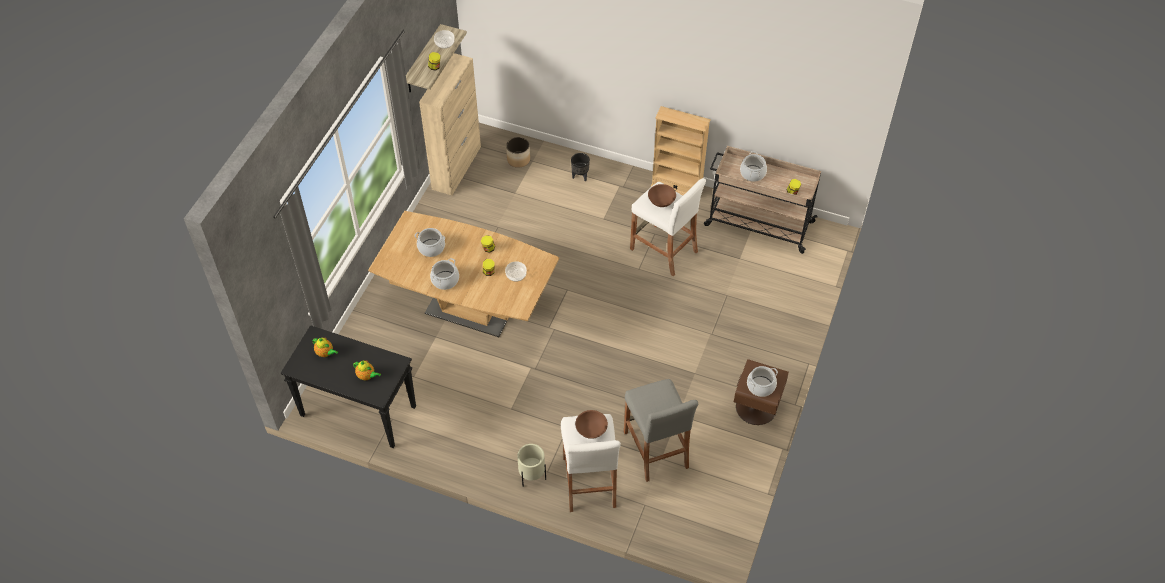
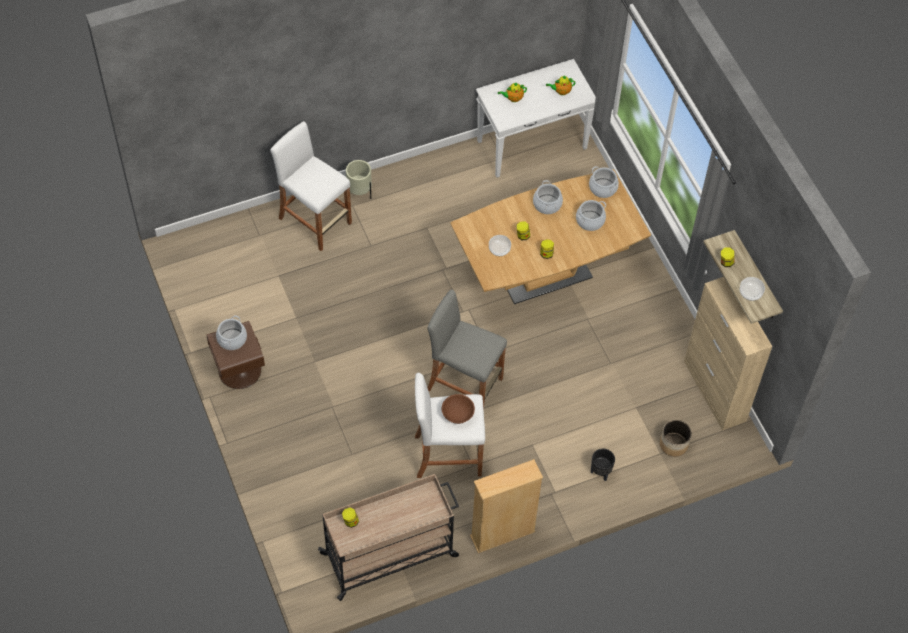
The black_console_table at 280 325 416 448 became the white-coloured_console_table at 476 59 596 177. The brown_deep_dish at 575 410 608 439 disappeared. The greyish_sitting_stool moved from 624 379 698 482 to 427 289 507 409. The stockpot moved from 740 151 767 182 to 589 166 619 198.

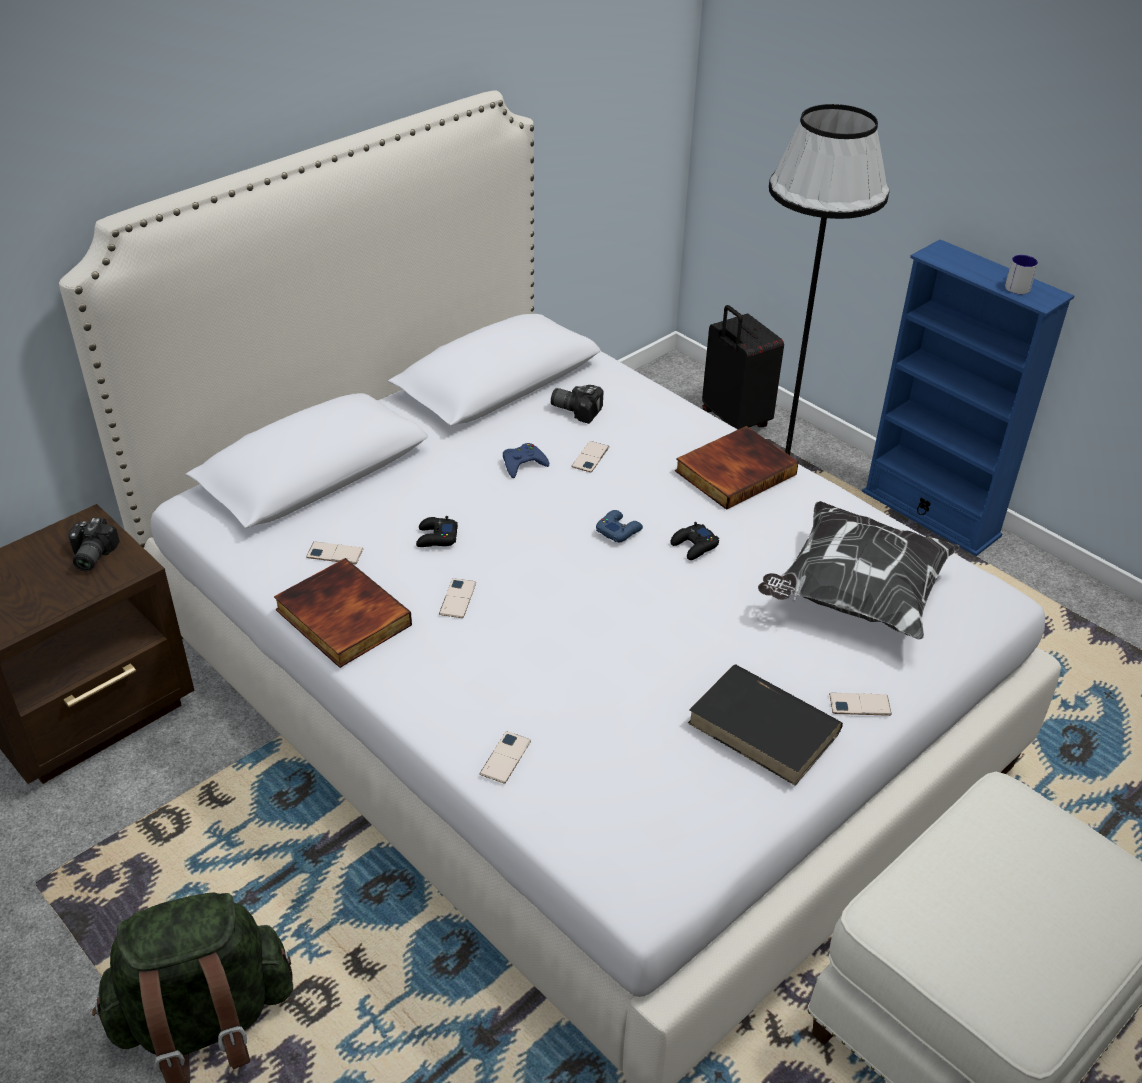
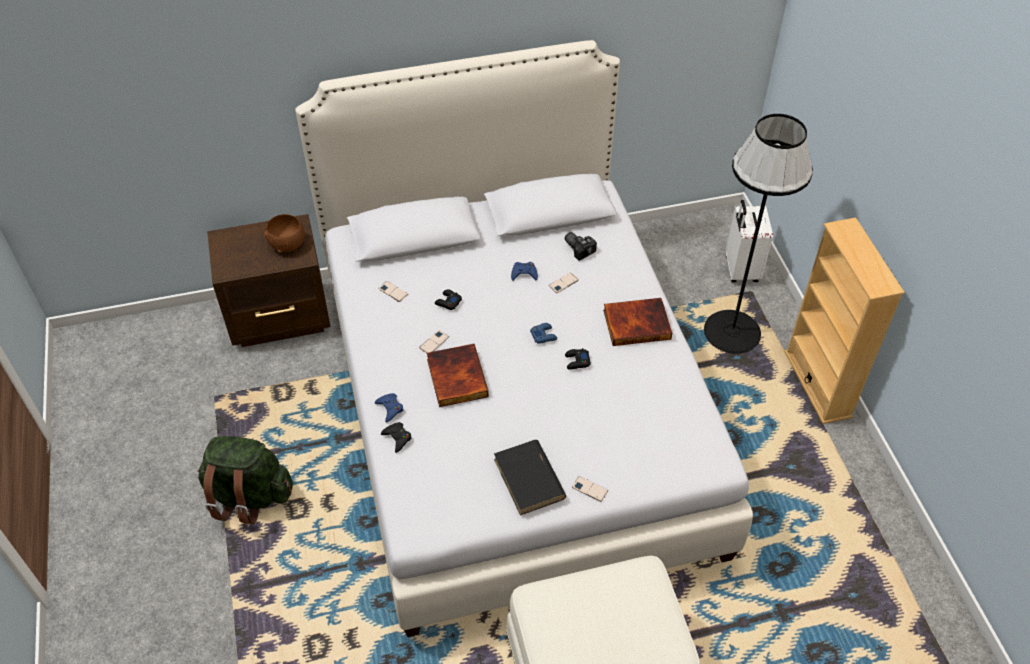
The still_camera at 68 517 120 571 was replaced by the brown_deep_dish at 264 214 305 253. The bound_book moved from 274 558 412 668 to 427 344 489 407. The phone at 480 731 531 784 was replaced by the black_joypad at 381 422 412 453. The black_piece_of_luggage at 702 305 784 429 became the white-coloured_piece_of_luggage at 726 200 773 283. The pillow at 758 501 960 640 disappeared. The blue_bookcase at 862 239 1074 556 became the beige_bookcase at 784 217 905 424. The tea_mug at 1005 255 1038 294 disappeared. The blue_joypad at 375 393 404 422 appeared.

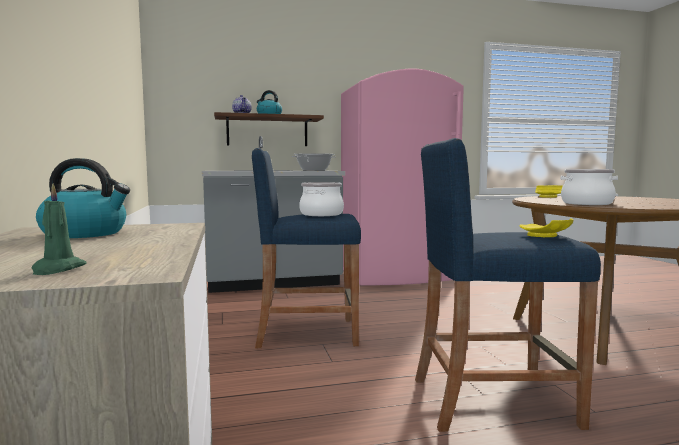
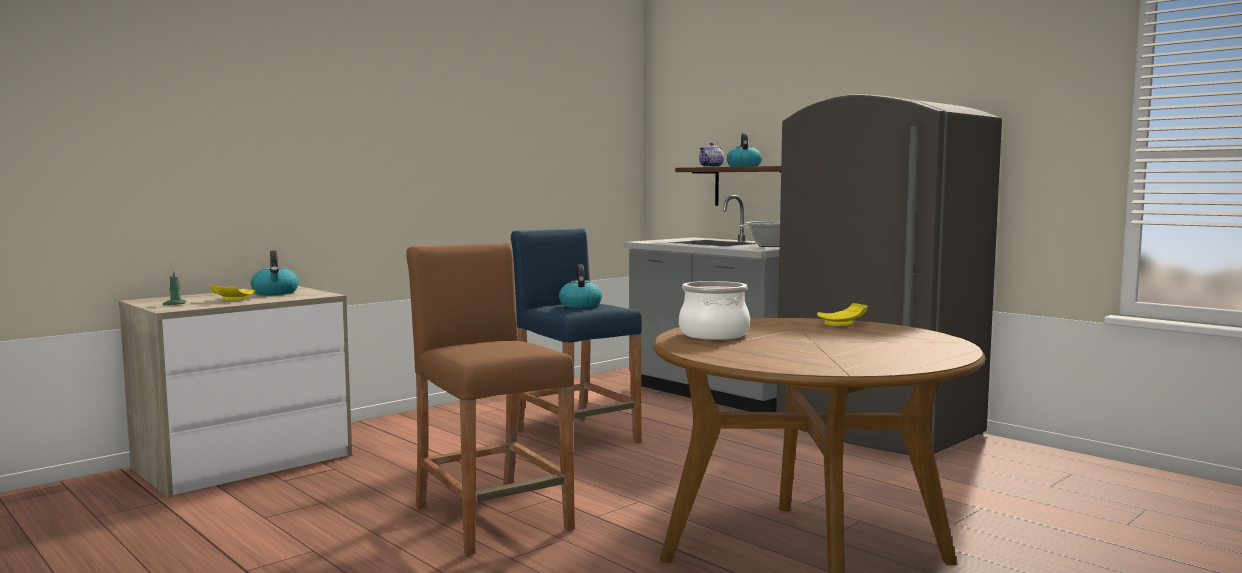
The stockpot at 299 182 344 216 was replaced by the tea_kettle at 559 265 602 308. The pink_fridge at 341 69 464 286 became the greyish_fridge at 776 94 1002 455. The blue_sitting_stool at 415 138 601 432 became the brown_sitting_stool at 406 243 575 556. The yellow-coloured_plate moved from 519 218 573 237 to 209 285 255 301.

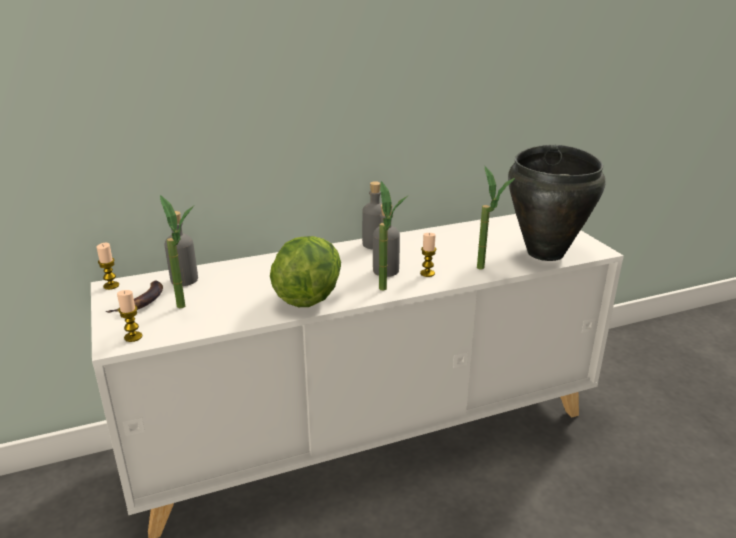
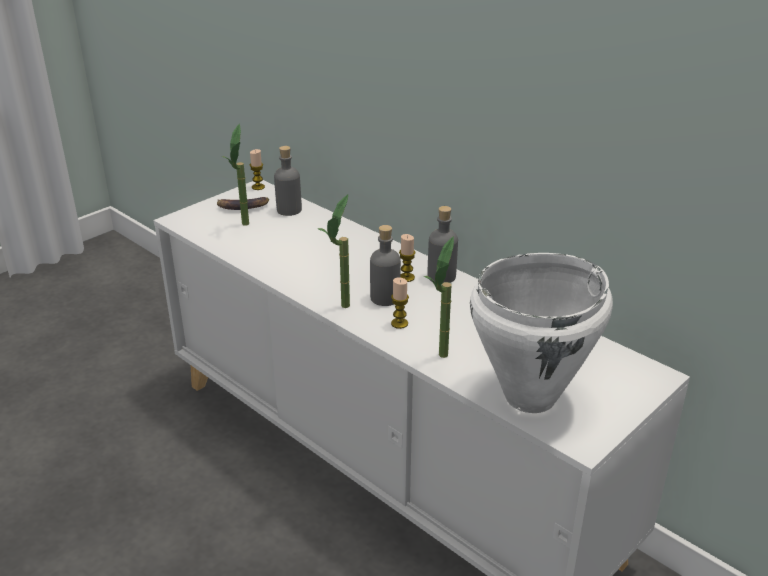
The wax_light moved from 117 290 142 342 to 399 234 415 282. The head_of_lettuce at 270 236 341 307 disappeared. The black_stockpot at 508 145 606 261 became the white-coloured_stockpot at 470 253 613 413.

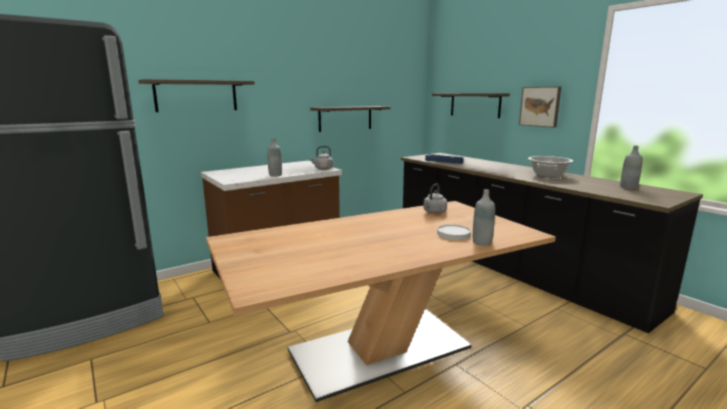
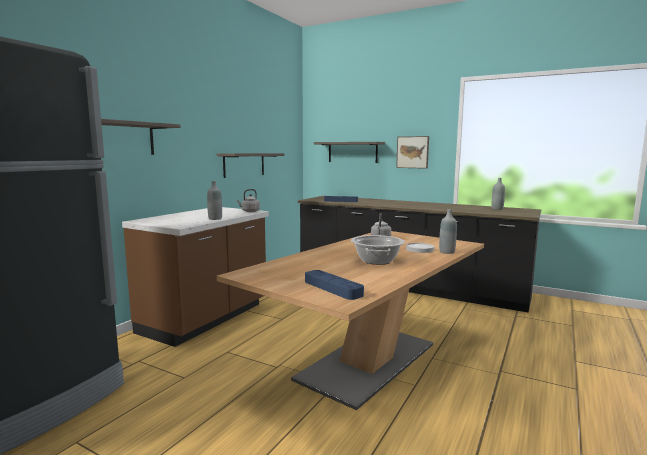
The stockpot moved from 528 156 573 178 to 351 235 405 265. The blue_serving_tray at 305 270 364 300 appeared.

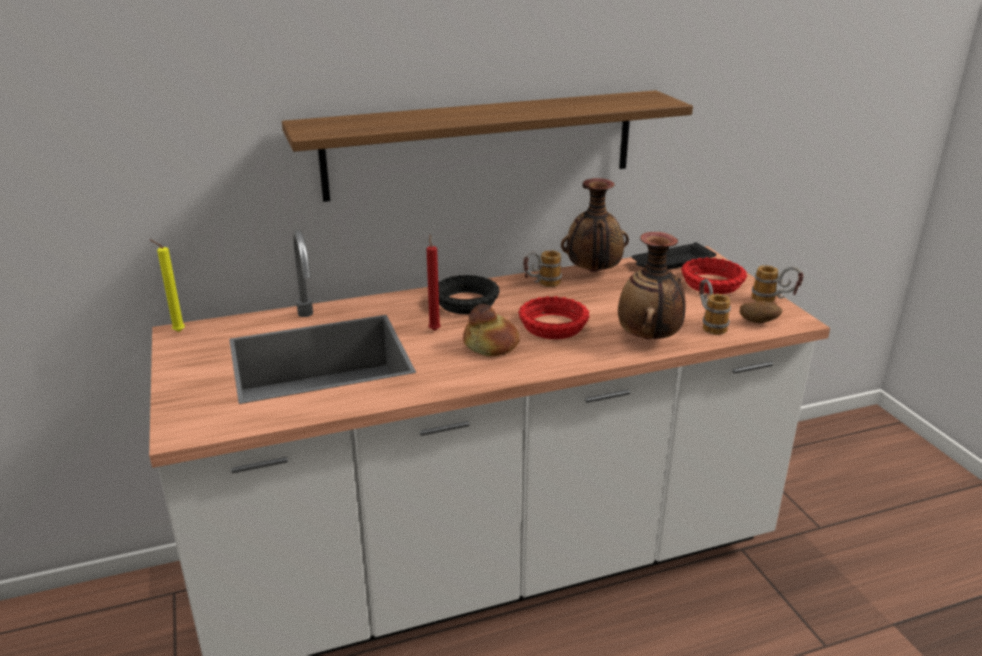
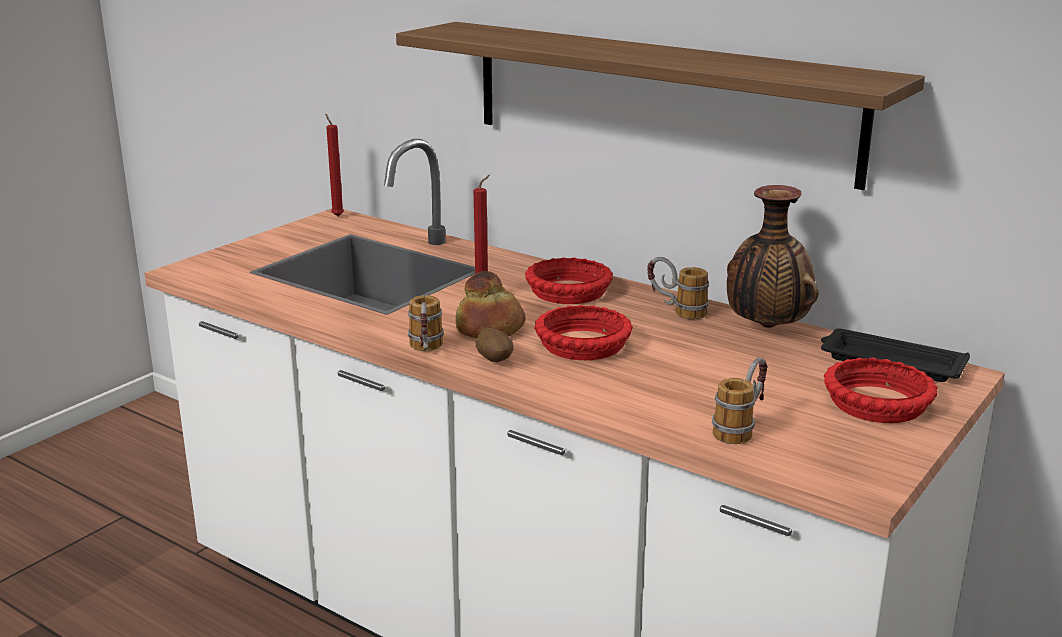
The yellow-coloured_wax_light at 149 239 185 332 became the red-coloured_wax_light at 325 114 344 216. The black_deep_dish at 438 275 500 314 became the red-coloured_deep_dish at 525 257 613 304. The decorative_vase at 618 232 686 340 disappeared. The spud moved from 740 301 782 323 to 476 327 514 362. The tea_mug moved from 751 265 804 302 to 408 295 444 351.

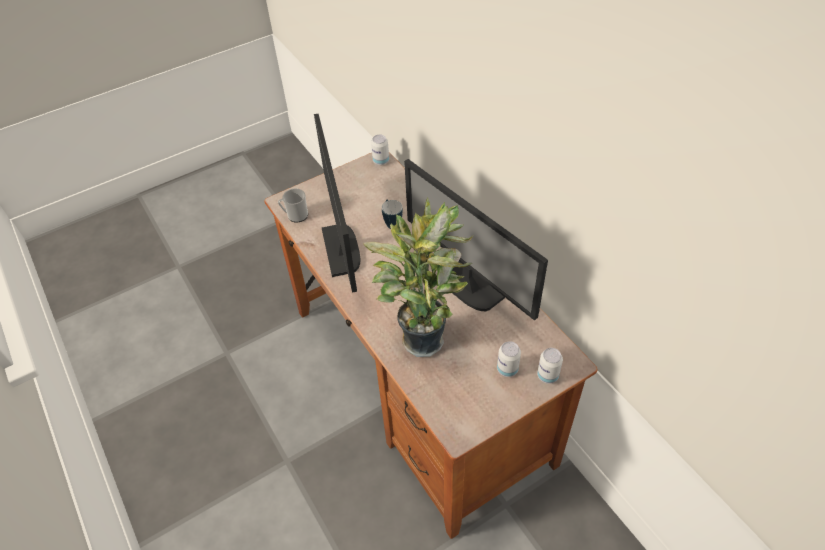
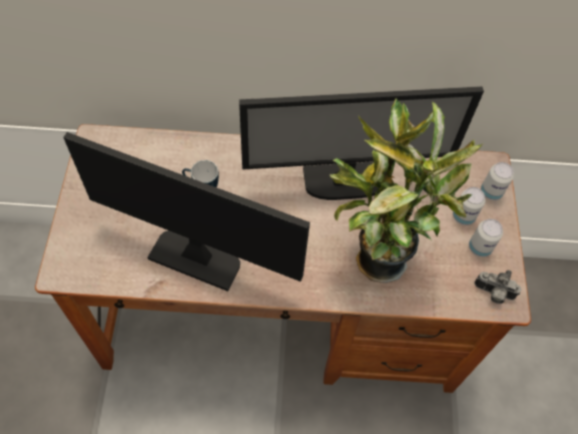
The tea_mug at 278 188 308 223 disappeared. The can moved from 371 135 389 165 to 469 219 503 257. The still_camera at 474 270 521 304 appeared.

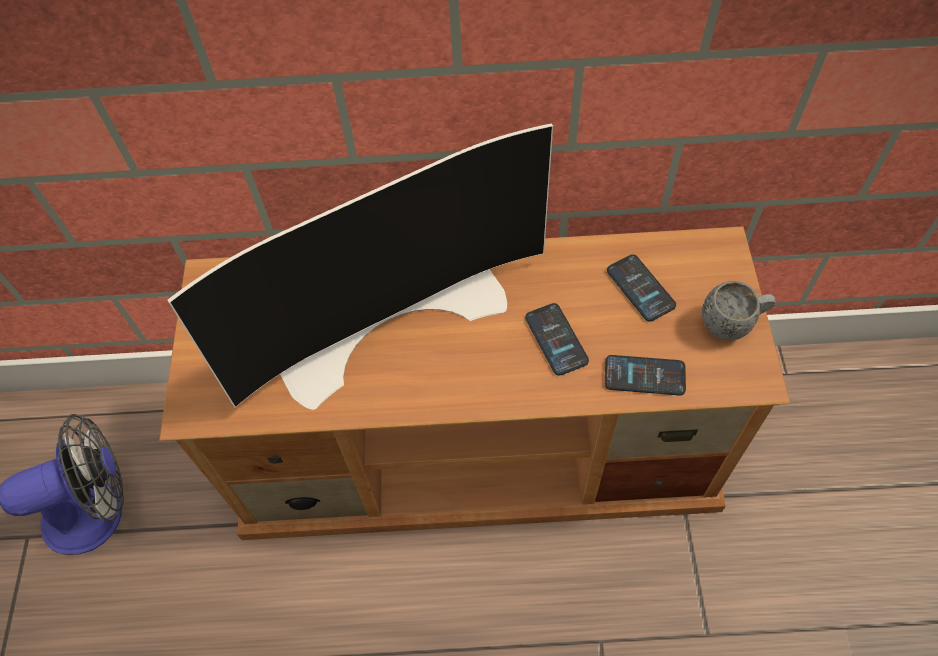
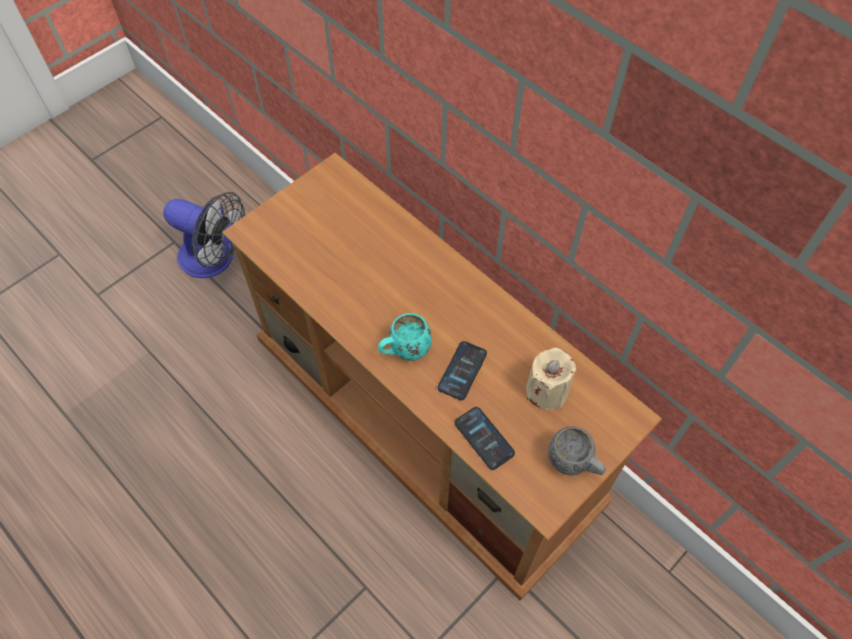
The television at 168 124 553 410 disappeared. The phone at 607 254 676 322 was replaced by the beige_wax_light at 526 348 577 410. The turquoise-coloured_tea_mug at 378 313 432 361 appeared.

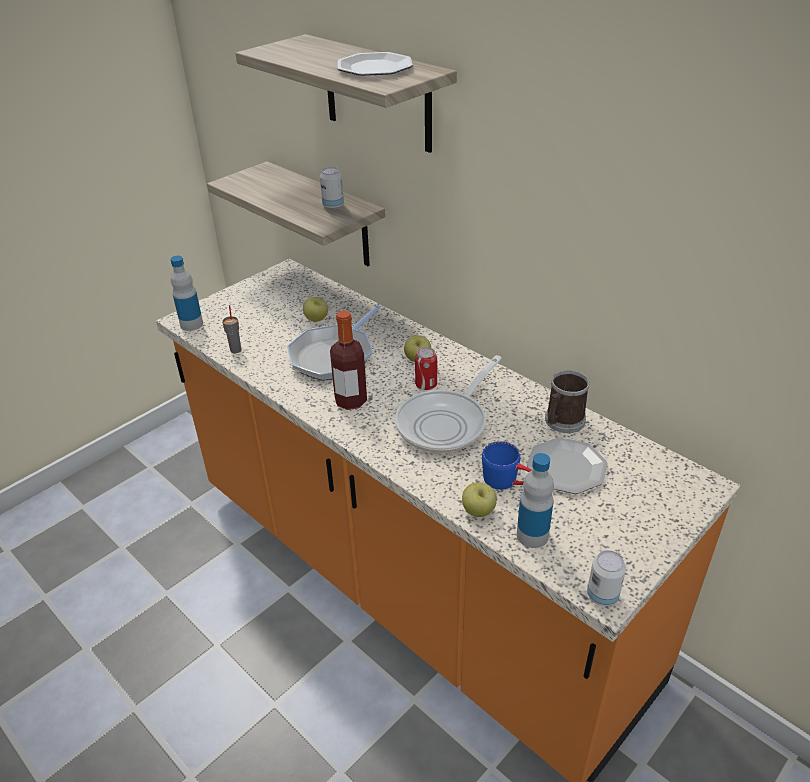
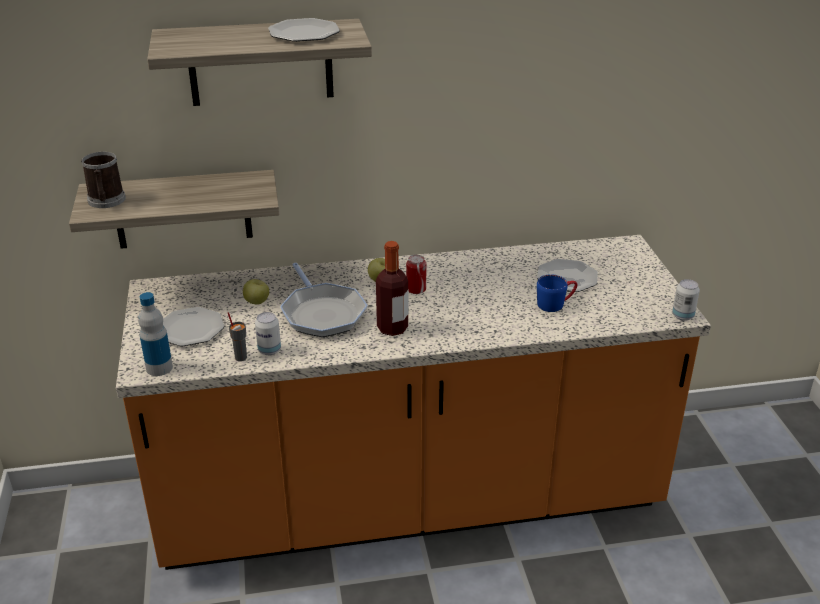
The can moved from 320 167 344 209 to 255 312 281 355. The frying_pan at 395 355 502 453 disappeared. The apple_fruit at 462 483 497 517 disappeared. The bottle at 517 453 554 548 disappeared. The tea_mug moved from 545 370 589 433 to 81 152 126 208. The plate at 163 307 224 346 appeared.

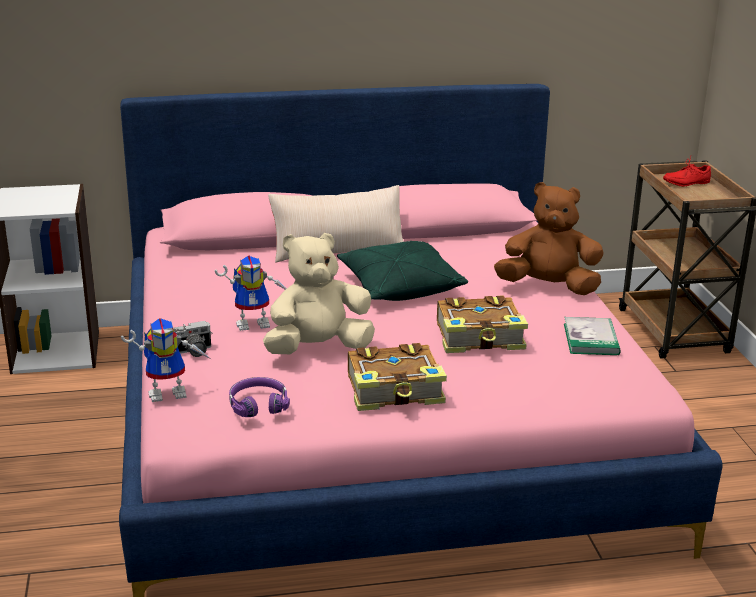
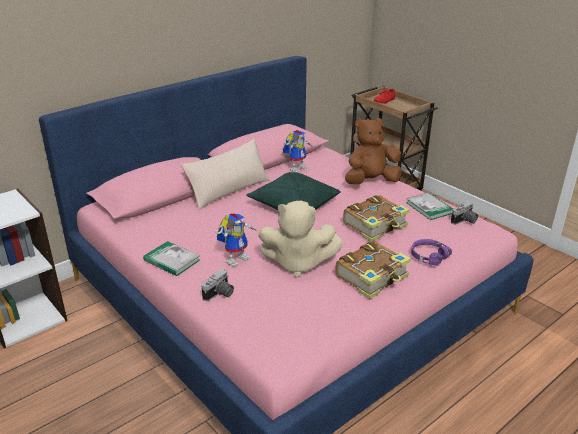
The model_robot moved from 121 318 211 402 to 283 130 312 173. The purple_pair_of_headphones moved from 229 377 290 417 to 411 239 452 266. The beige_soft_toy at 263 233 375 354 turned 120 degrees counterclockwise. The bound_book at 143 241 200 276 appeared. The still_camera at 451 201 478 225 appeared.

